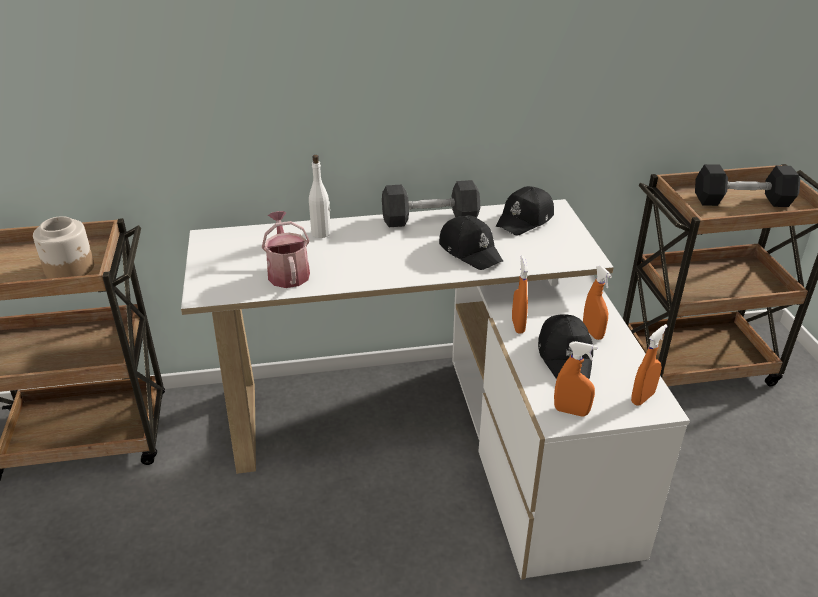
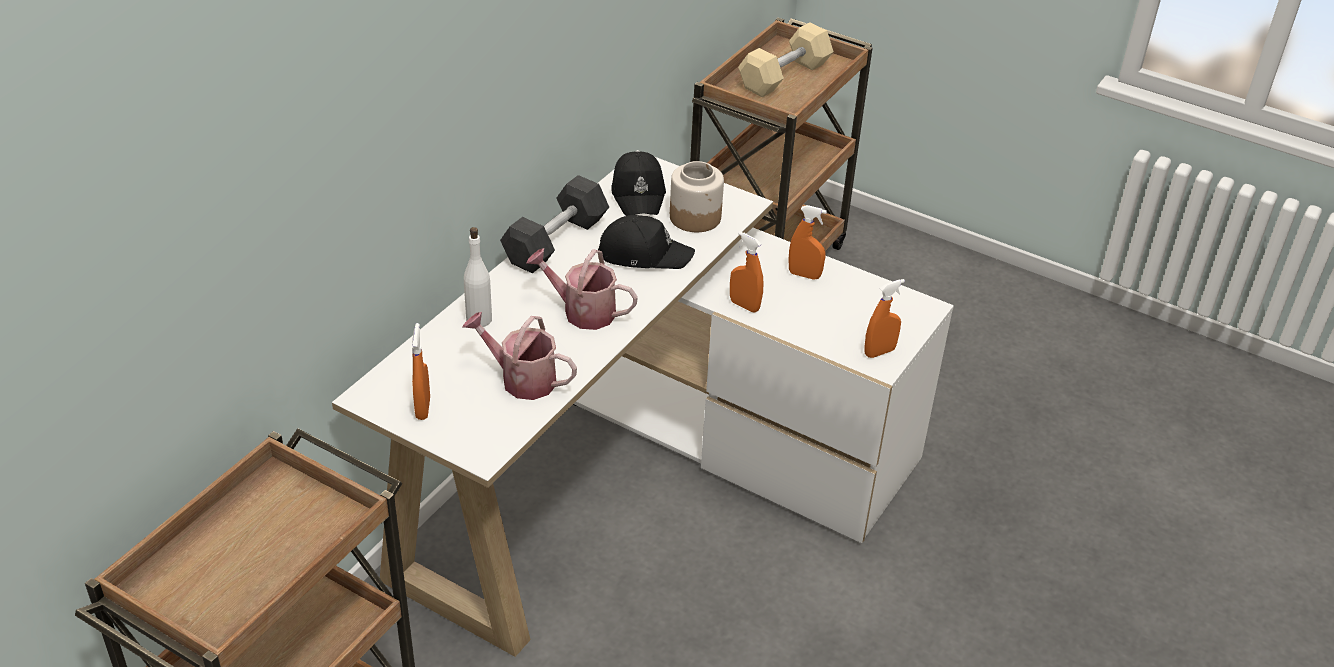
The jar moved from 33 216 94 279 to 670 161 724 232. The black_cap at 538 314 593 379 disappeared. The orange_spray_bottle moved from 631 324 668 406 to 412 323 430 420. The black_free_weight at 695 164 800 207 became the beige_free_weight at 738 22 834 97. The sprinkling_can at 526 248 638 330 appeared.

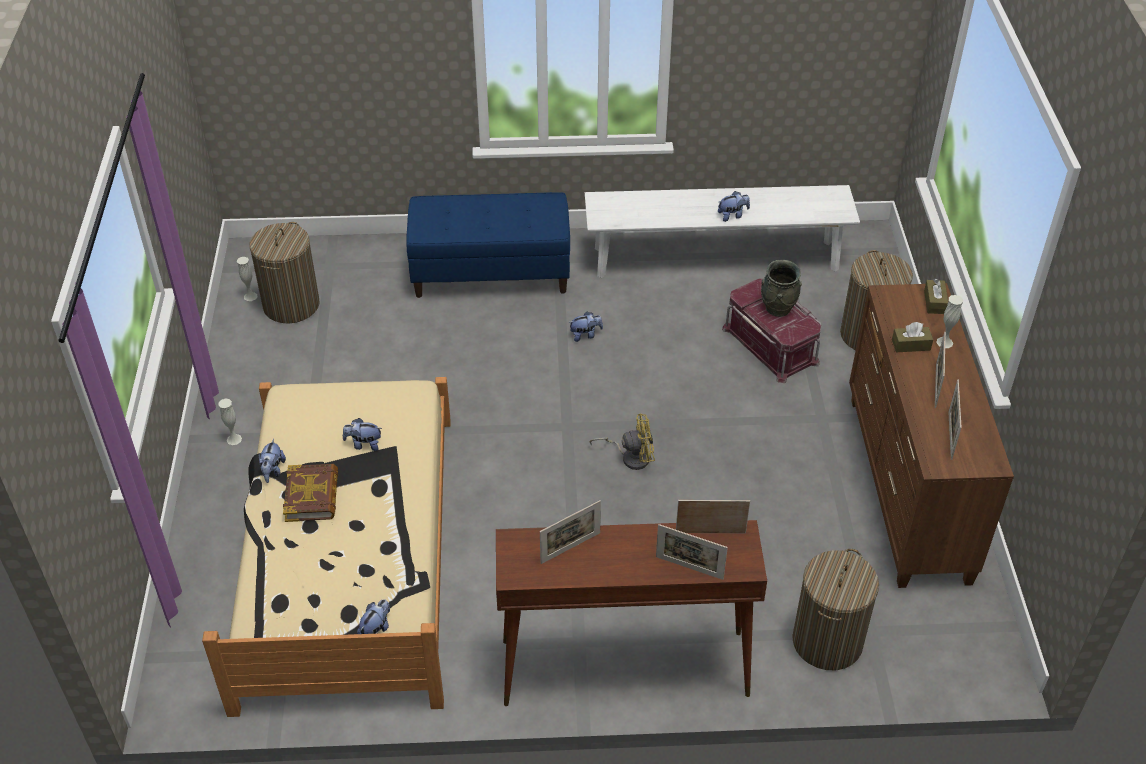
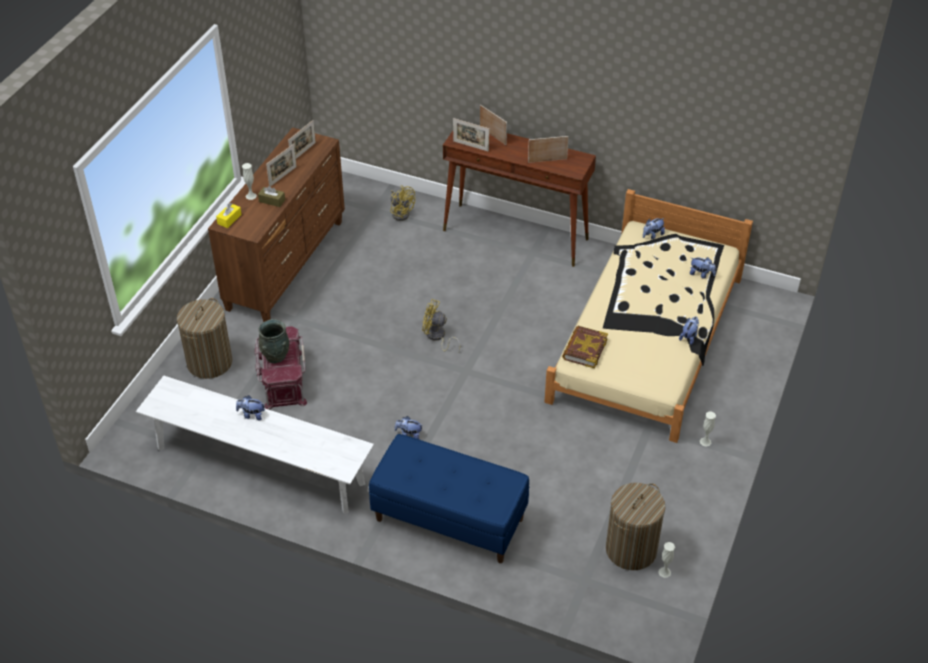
The bound_book moved from 283 464 338 522 to 562 326 608 369. The soft_toy moved from 343 418 382 451 to 690 257 716 279. The washing_basket at 792 549 879 670 was replaced by the yellow-coloured_cooling_fan at 390 186 415 221. The brown_tissue_box at 924 279 948 314 became the yellow-coloured_tissue_box at 216 203 242 228.

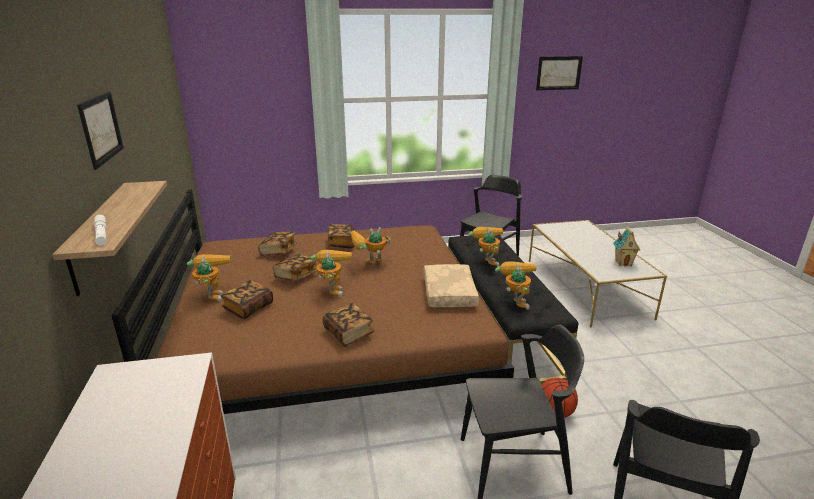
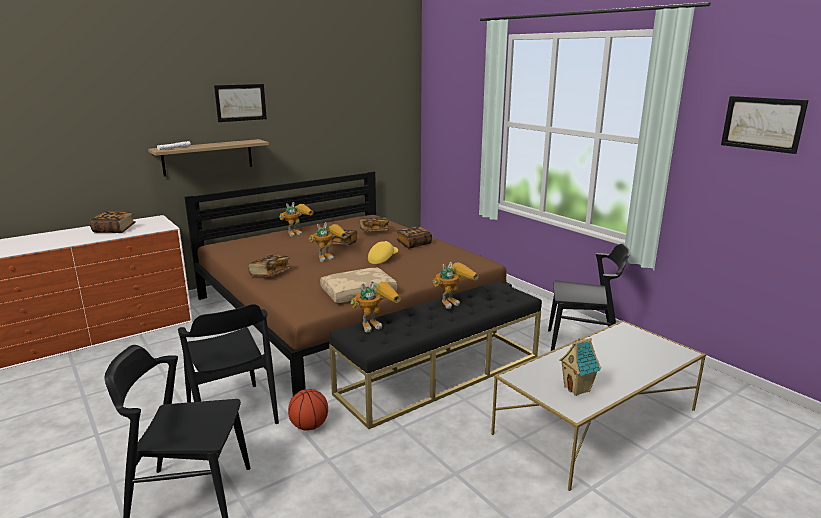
The bound_book moved from 221 280 273 319 to 90 211 136 233. The model_robot at 350 227 391 263 was replaced by the yellow-coloured_cap at 368 241 398 264.

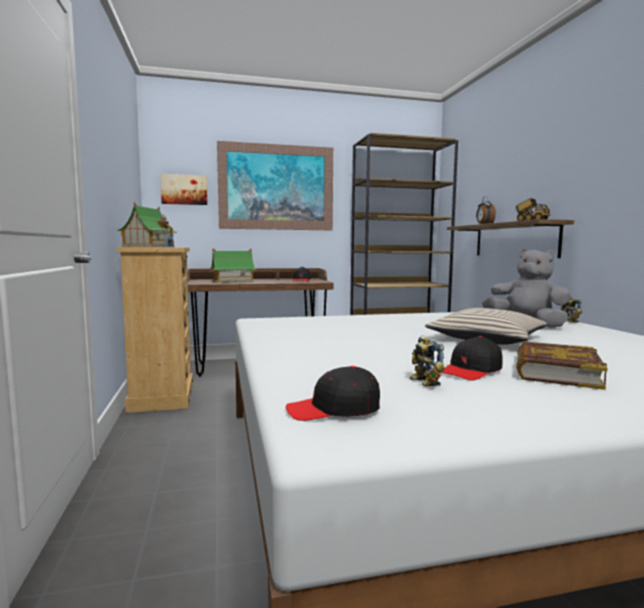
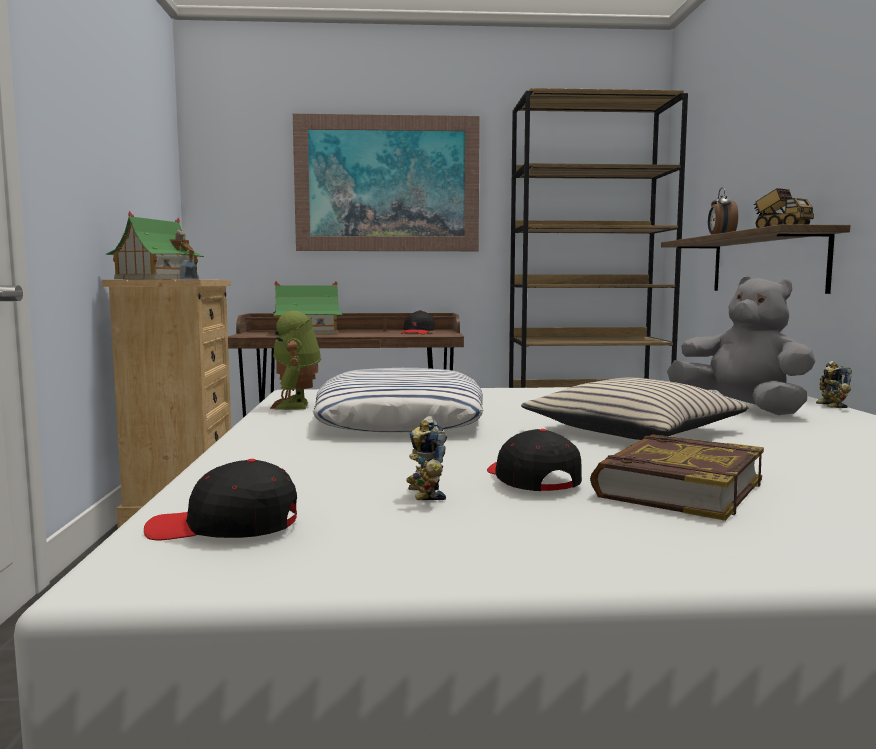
The wall_art at 160 174 207 205 disappeared. The black_cap at 442 336 502 381 turned 105 degrees clockwise. The model_robot at 270 311 321 410 appeared. The pillow at 313 368 484 433 appeared.

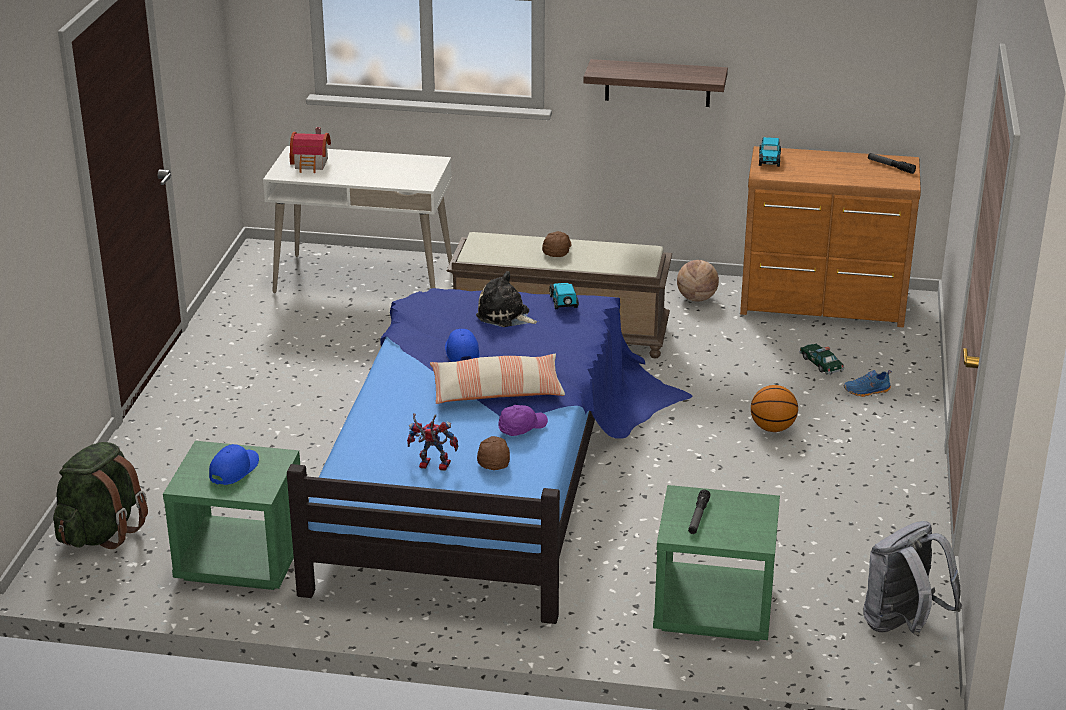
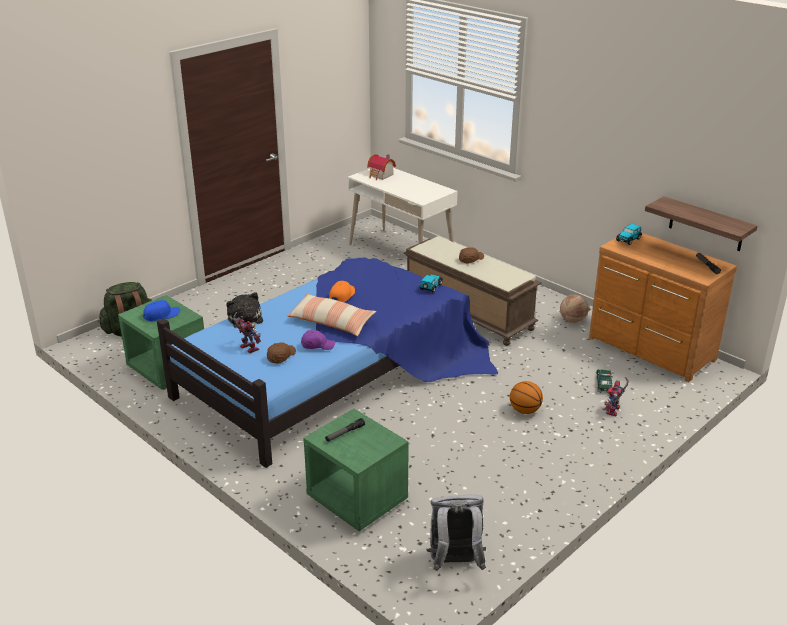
The blue_cap at 445 329 479 362 became the orange_cap at 329 281 355 302. The soft_toy moved from 476 271 537 327 to 227 292 263 332. The bracket_shelf moved from 583 59 728 107 to 645 196 758 251. The blue_low_shoe at 844 370 892 397 was replaced by the model_robot at 604 377 628 416.

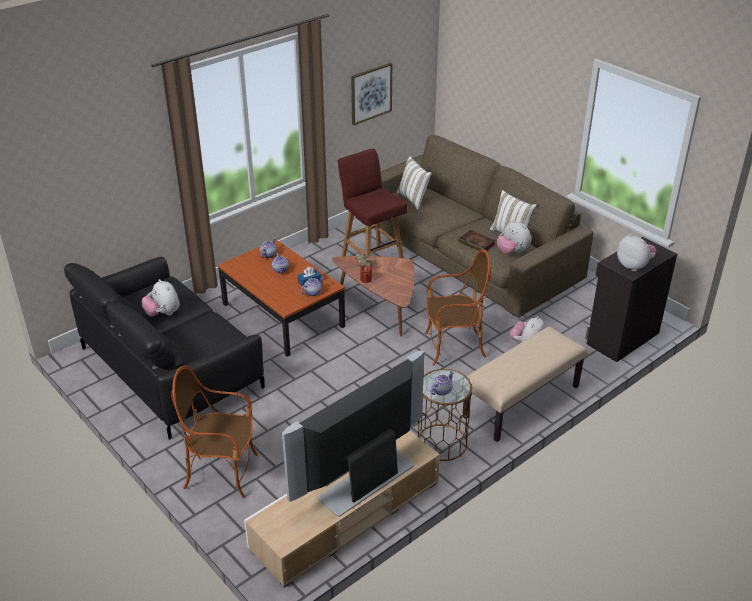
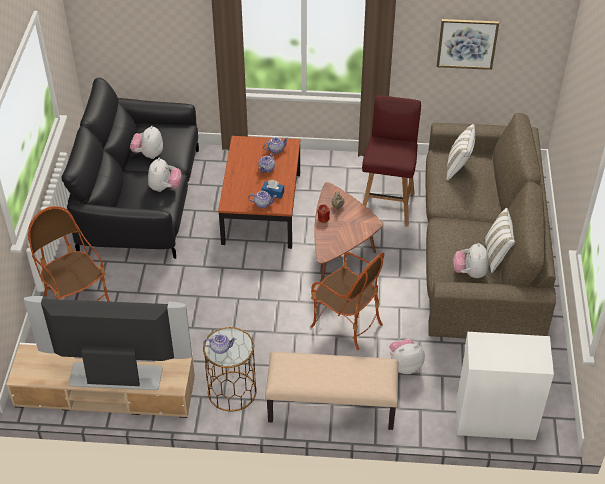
The bound_book at 459 230 495 251 disappeared. The black_cupboard at 585 237 677 362 became the white-coloured_cupboard at 456 332 554 440. The soft_toy moved from 617 234 656 272 to 148 158 181 192.

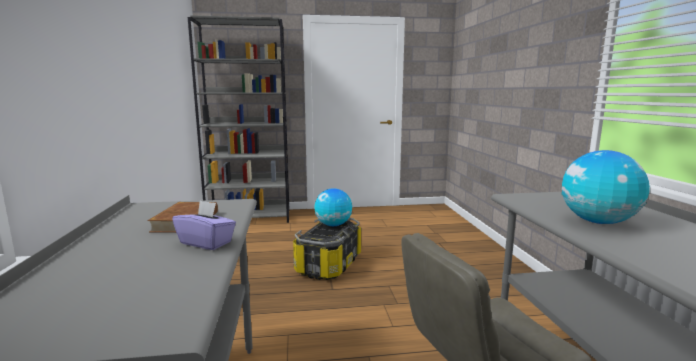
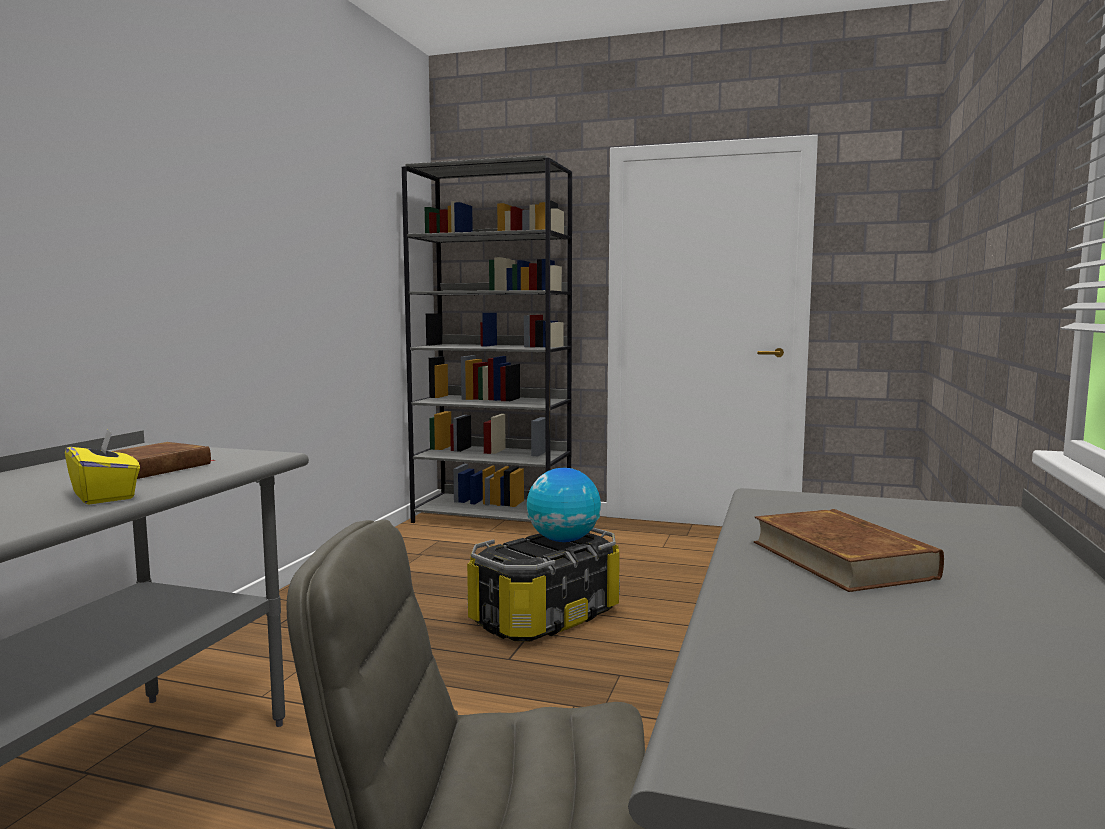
The purple_tissue_box at 172 200 236 250 became the yellow-coloured_tissue_box at 65 429 140 505. The desk_globe at 561 150 650 224 was replaced by the brown_bound_book at 754 509 944 592.

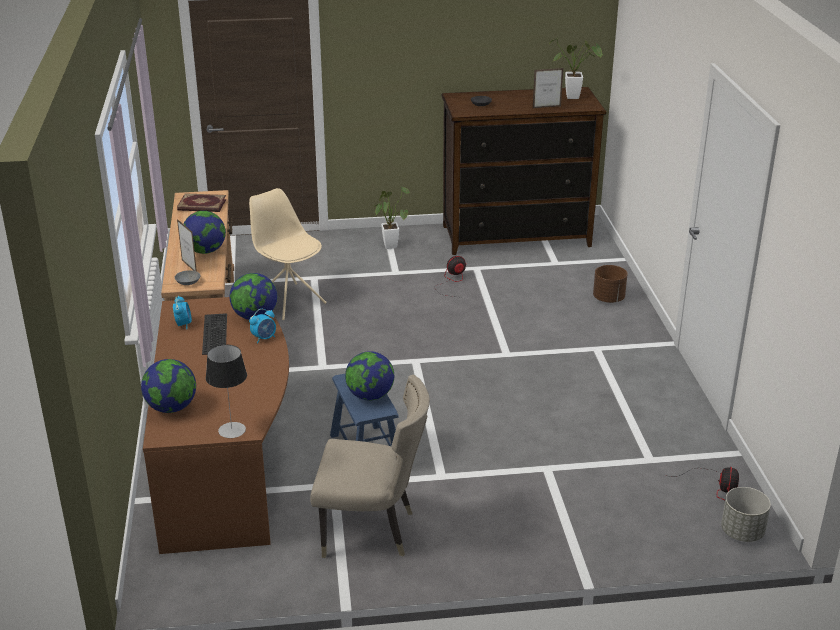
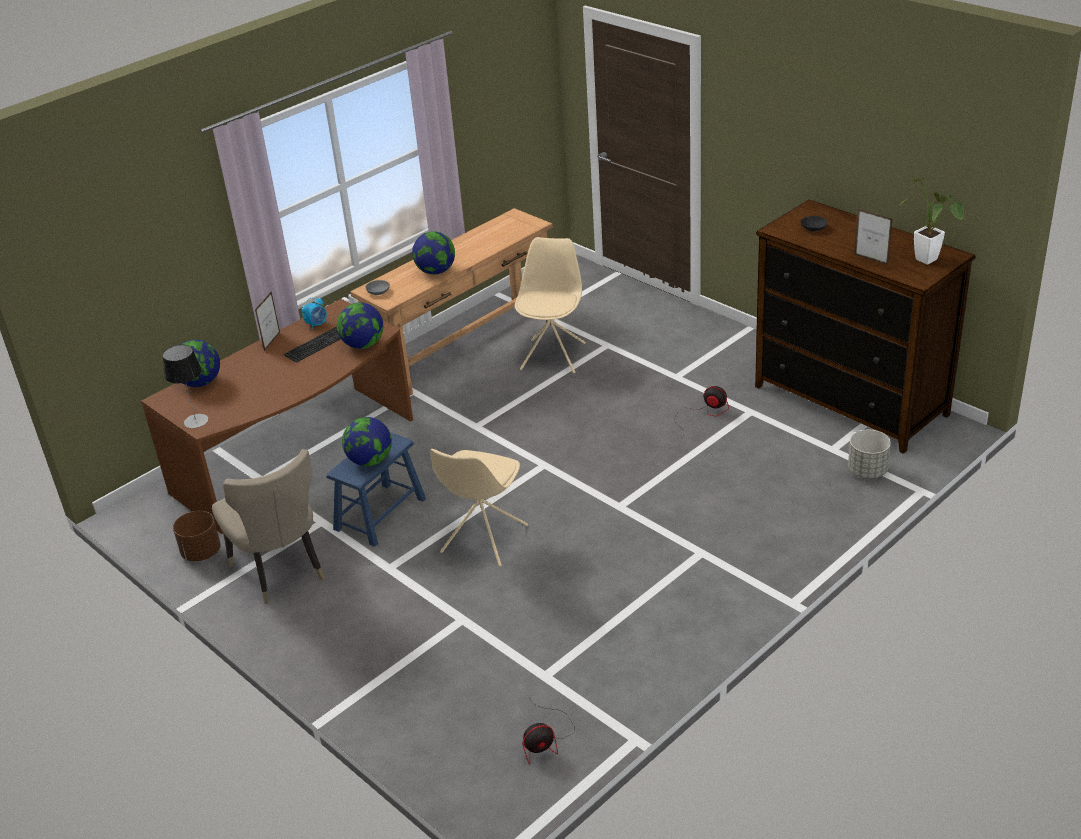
The bound_book at 177 193 226 212 disappeared. The standing_frame moved from 177 219 197 271 to 255 292 280 351. The alarm_clock at 249 309 276 343 disappeared. The potted_plant at 375 187 410 249 disappeared. The brown_flower_pot moved from 593 265 627 303 to 173 511 221 561. The greyish_flower_pot moved from 721 487 771 542 to 848 430 891 478. The beige_chair at 430 449 528 567 appeared.

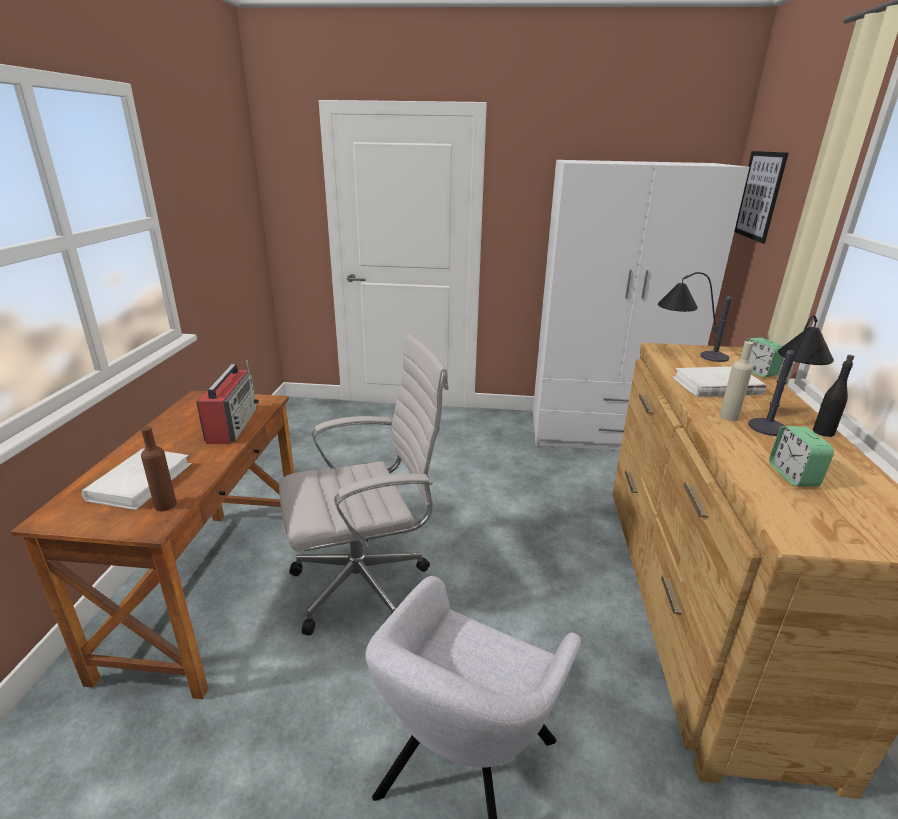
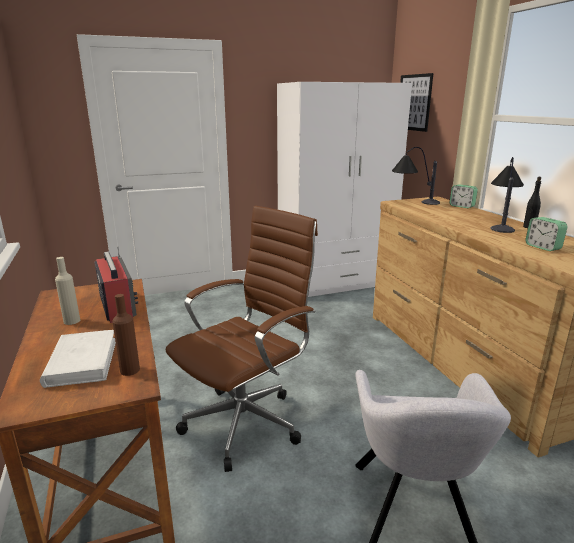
The white-coloured_computer_chair at 279 334 449 636 became the brown_computer_chair at 166 205 318 472. The white-coloured_bound_book at 672 366 766 397 disappeared. The beige_bottle moved from 720 341 754 421 to 55 257 80 325.

